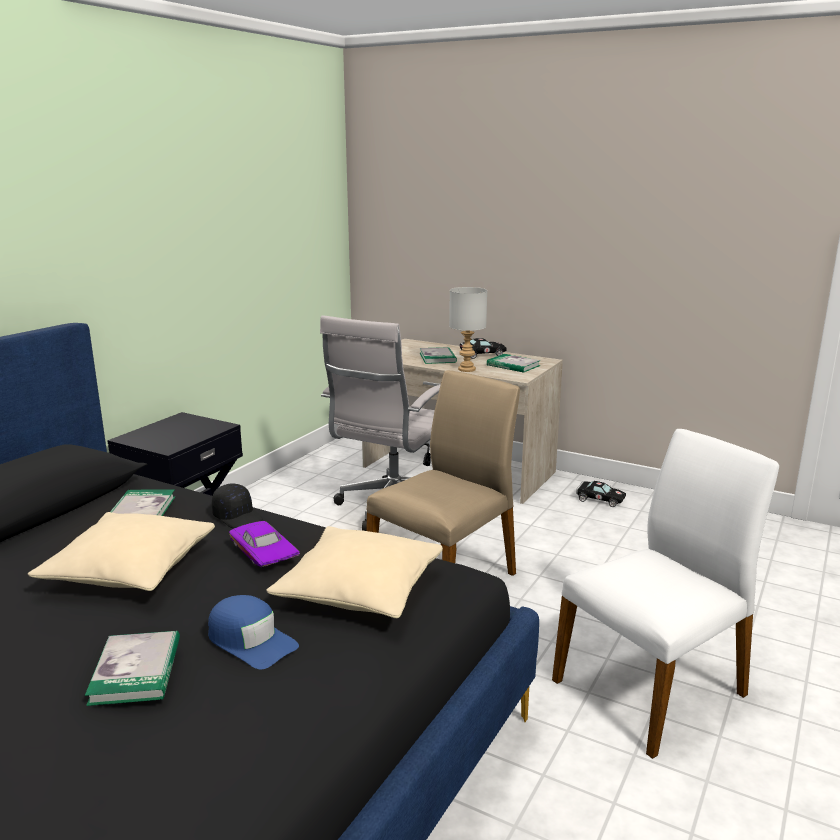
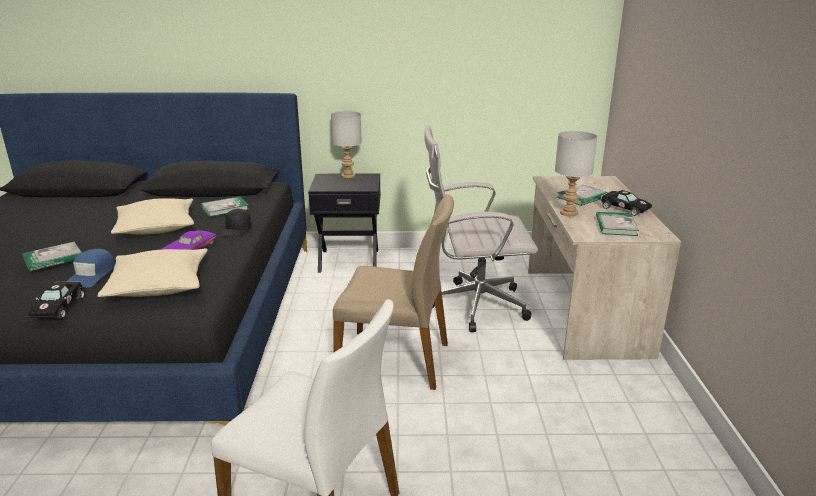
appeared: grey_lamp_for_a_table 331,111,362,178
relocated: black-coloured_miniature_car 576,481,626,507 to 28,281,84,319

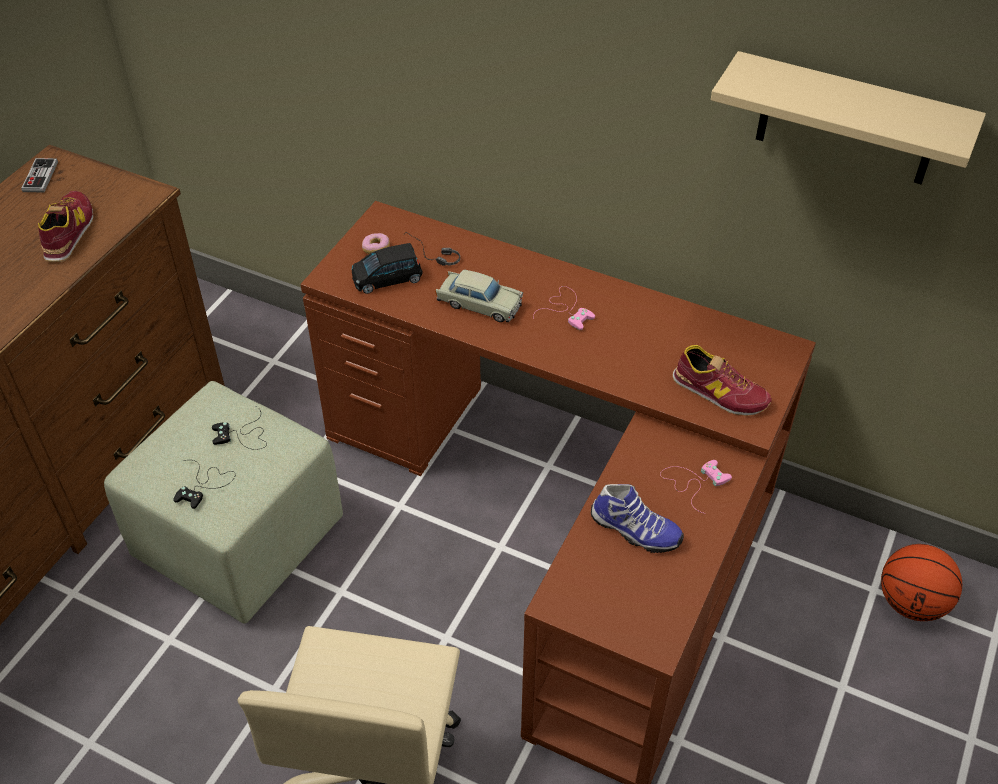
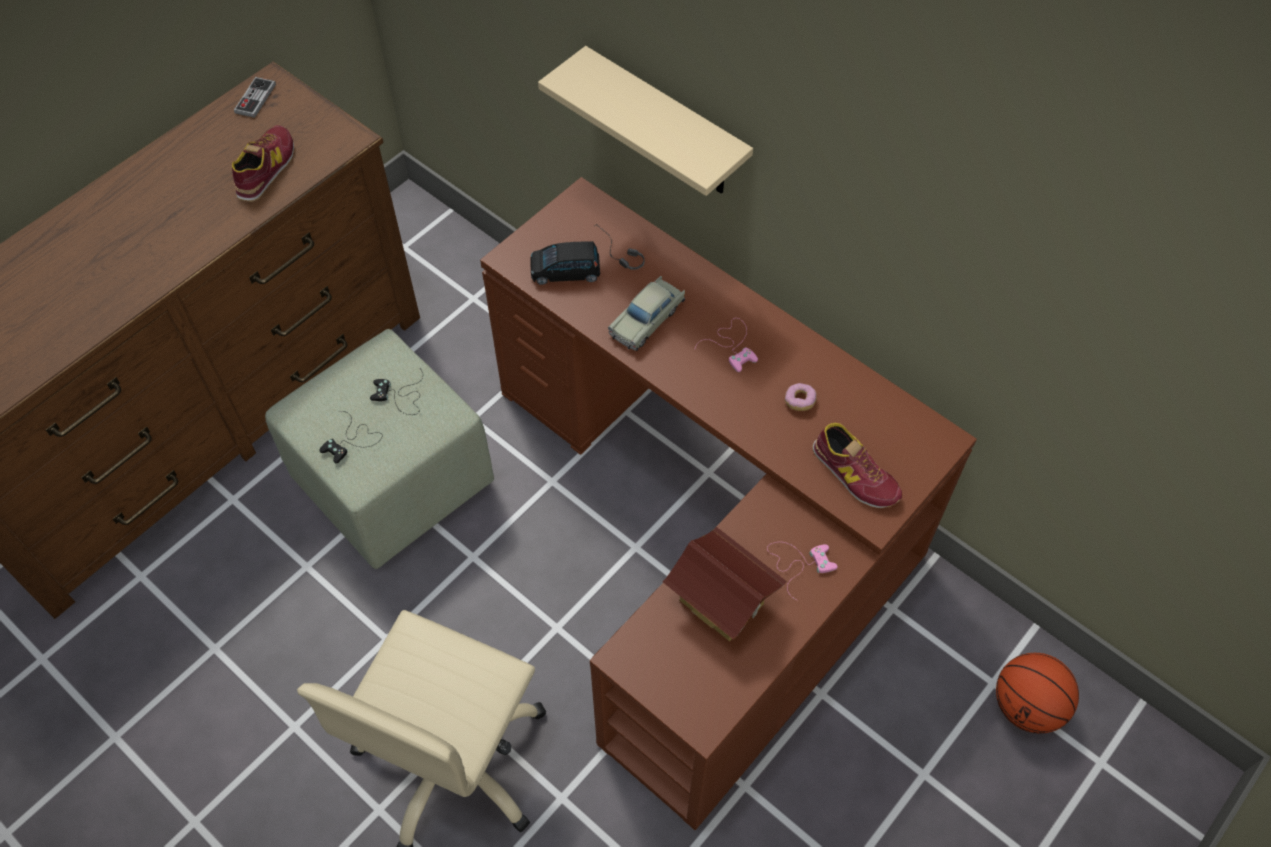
relocated: beige-coloured_bracket_shelf 711,51,986,184 to 538,46,753,196; doughnut 362,233,390,254 to 785,383,817,411
exchanged: low_shoe 591,484,684,553 to model_house 662,527,787,642
spun: beige-coloured_miniature_car 435,270,523,322 = 608,276,686,351 90 degrees clockwise

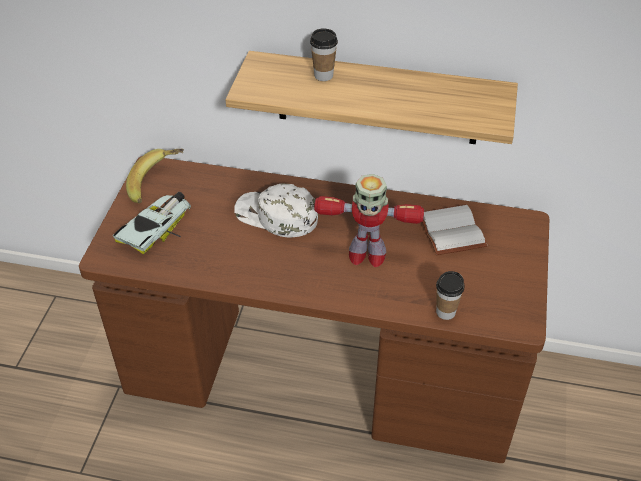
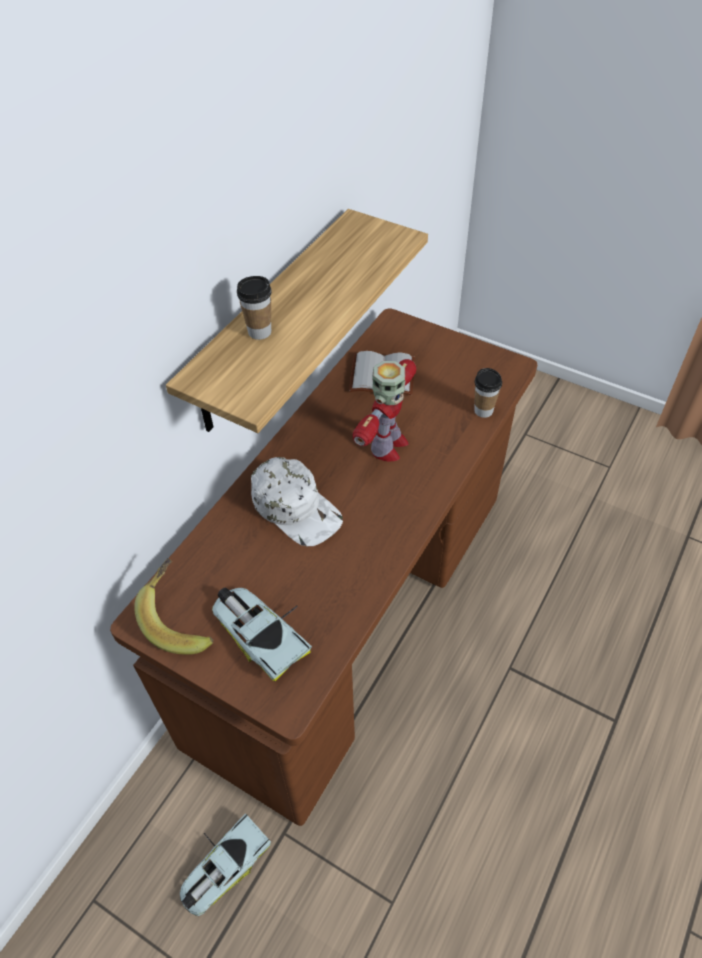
appeared: miniature_car 180,813,271,916
spun: white-coloured_cap 234,184,318,237 = 251,457,343,546 90 degrees counterclockwise

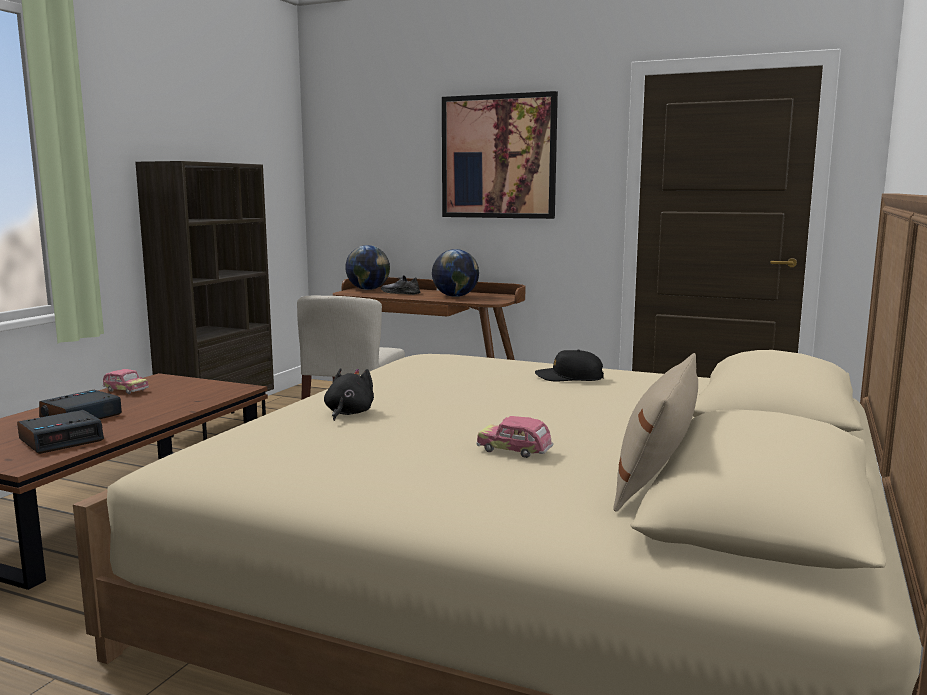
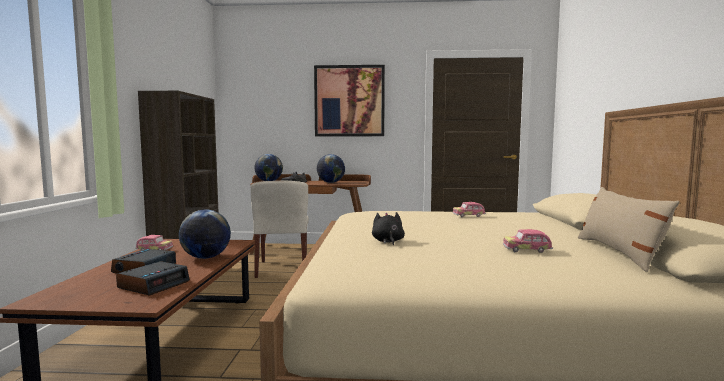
appeared: globe 179,209,231,259
exchanged: black-coloured_cap 535,350,604,382 to miniature_car 453,202,486,217

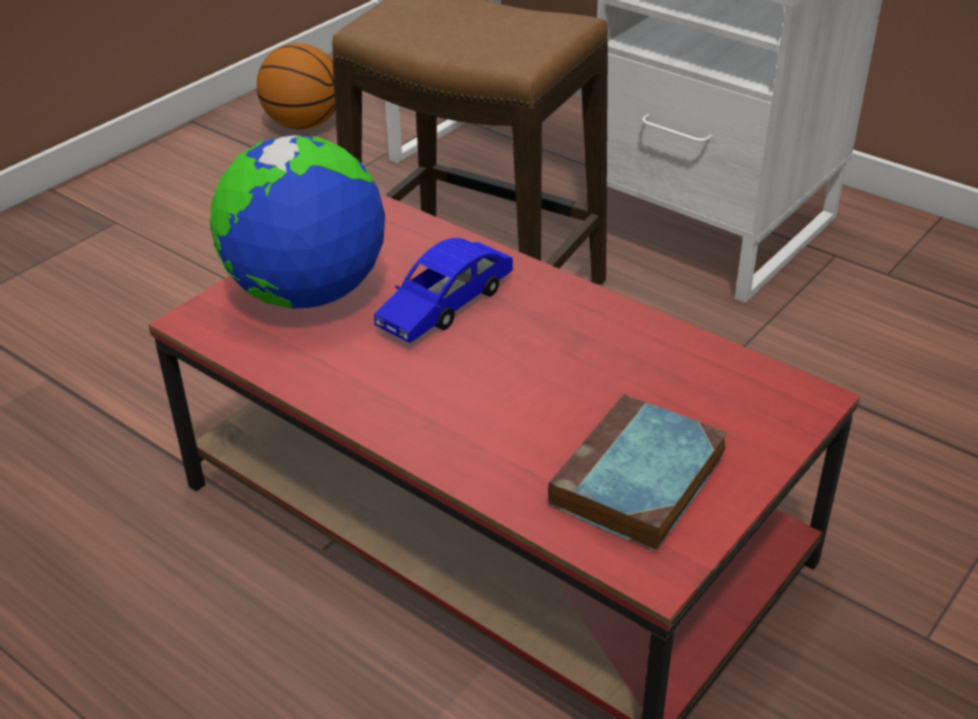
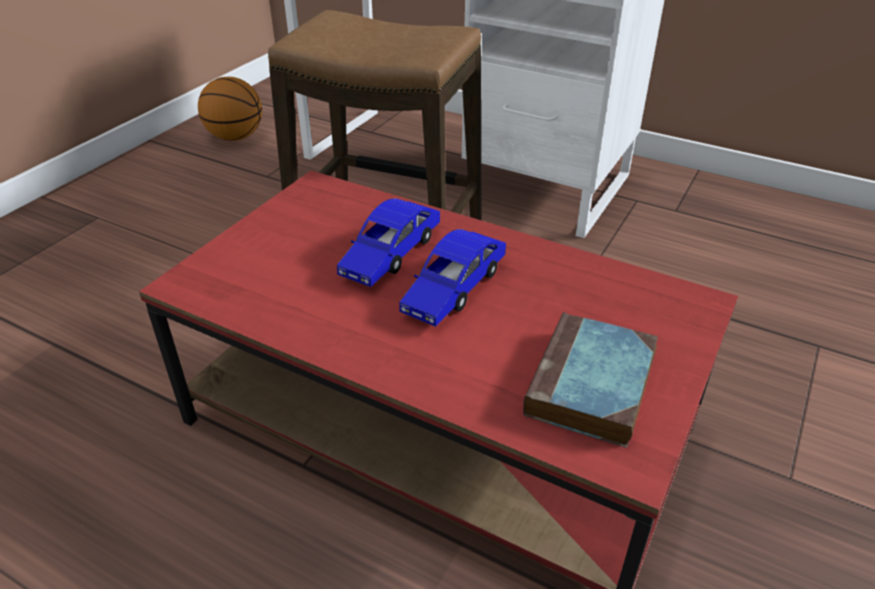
missing: globe 210,135,385,309
appeared: bluish_miniature_car 400,229,506,327

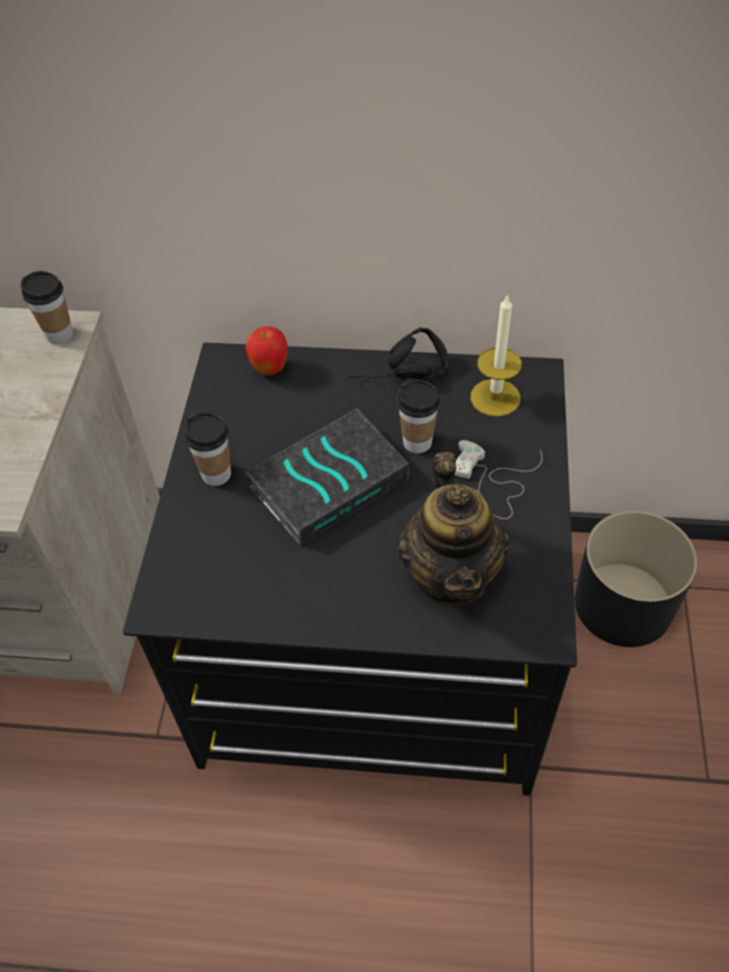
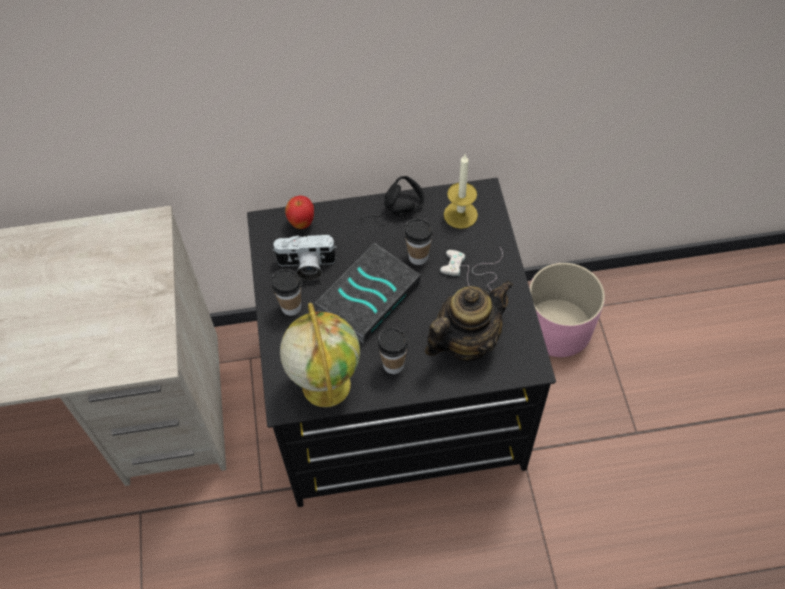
appeared: still_camera 272,234,337,280; globe 280,302,360,407
relocated: cup 21,271,73,344 to 377,328,408,374
colour: black-coloured_planter 575,511,697,647 to pink_planter 529,263,605,357
spun: pot_for_tea 397,452,510,605 = 425,280,513,361 105 degrees counterclockwise

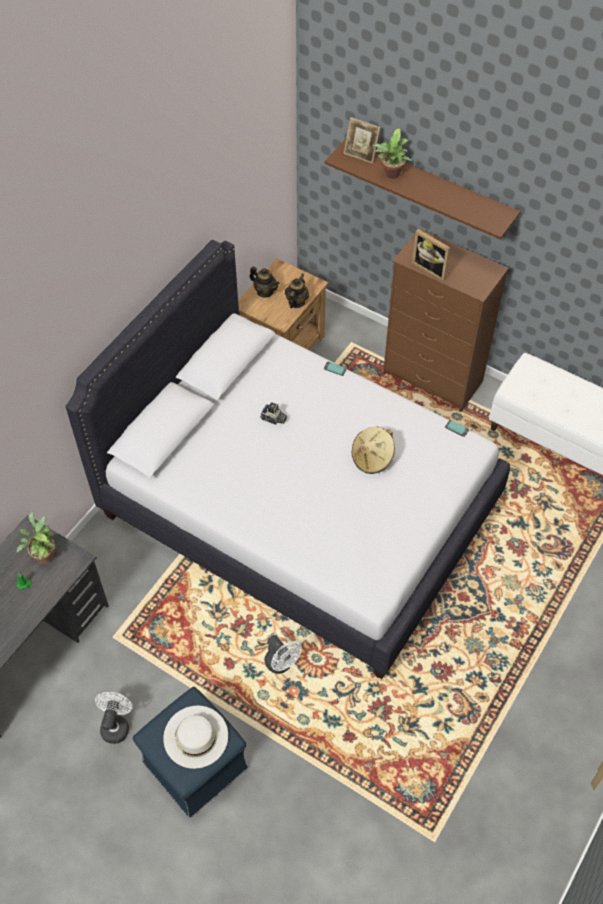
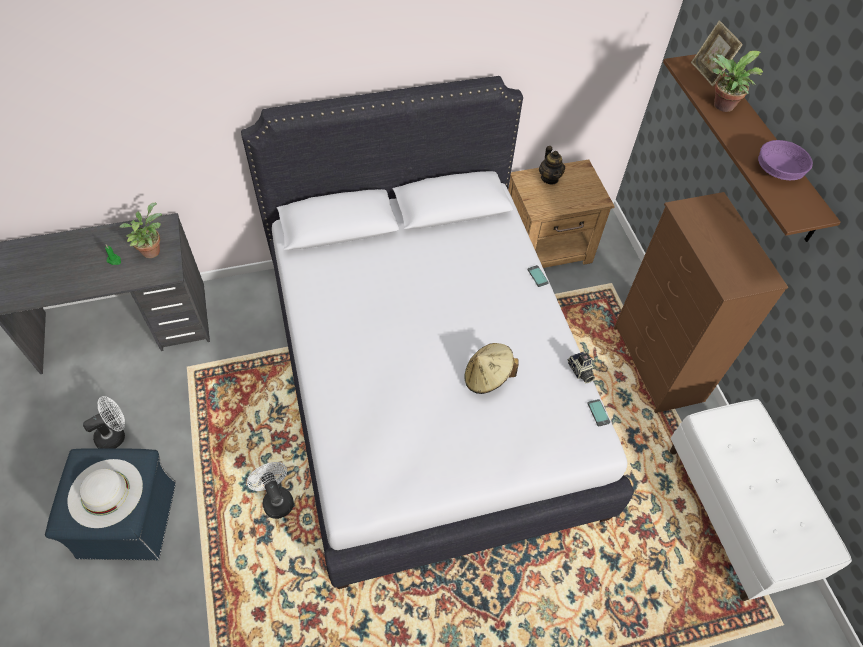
missing: photo_frame 412,229,451,282; pot_for_tea 285,274,309,308
appeared: purple-coloured_serving_bowl 758,140,813,180
relocated: still_camera 260,402,287,425 to 567,352,595,383
spun: white-coloured_electric_fan 265,635,302,674 = 247,462,294,519 150 degrees clockwise

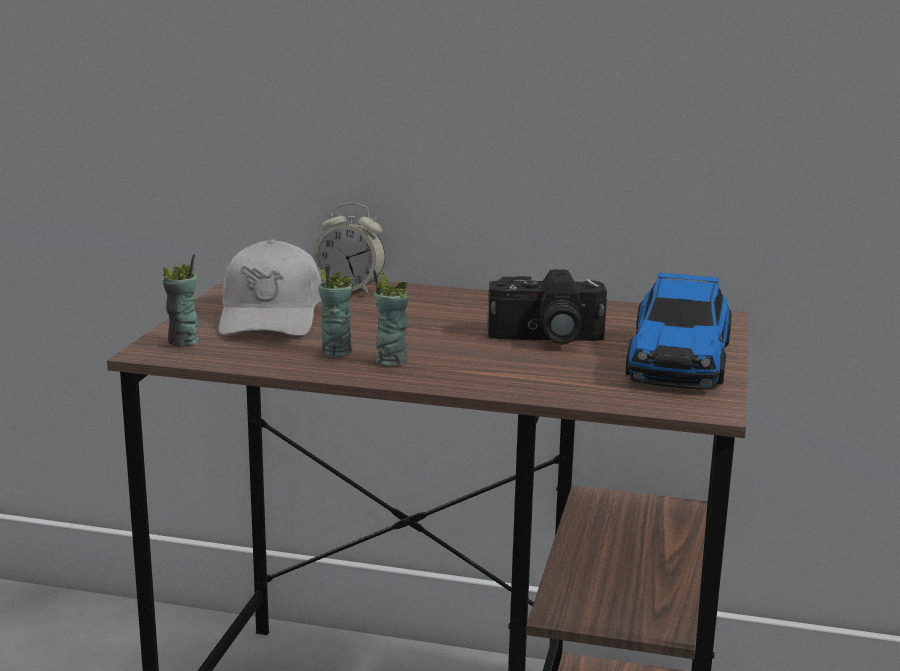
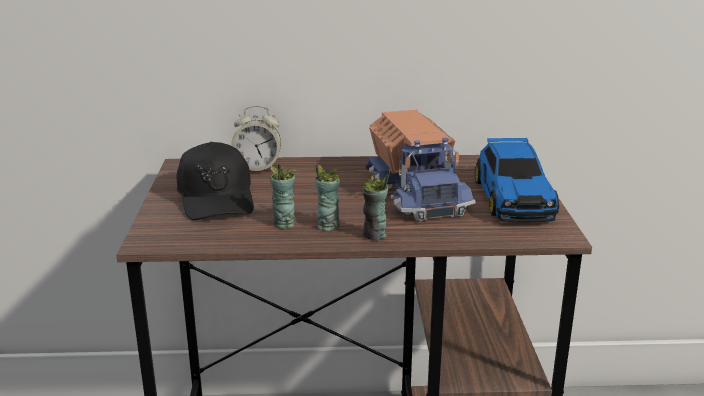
relocated: cup 163,254,200,347 to 362,170,390,241
exchanged: still_camera 487,269,607,344 to toy_truck 365,110,476,221
colour: white-coloured_cap 219,239,322,336 to black-coloured_cap 176,142,254,220

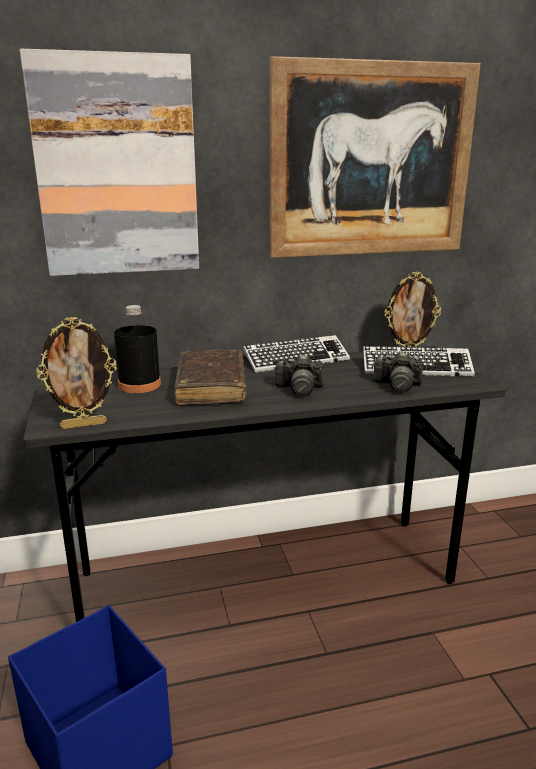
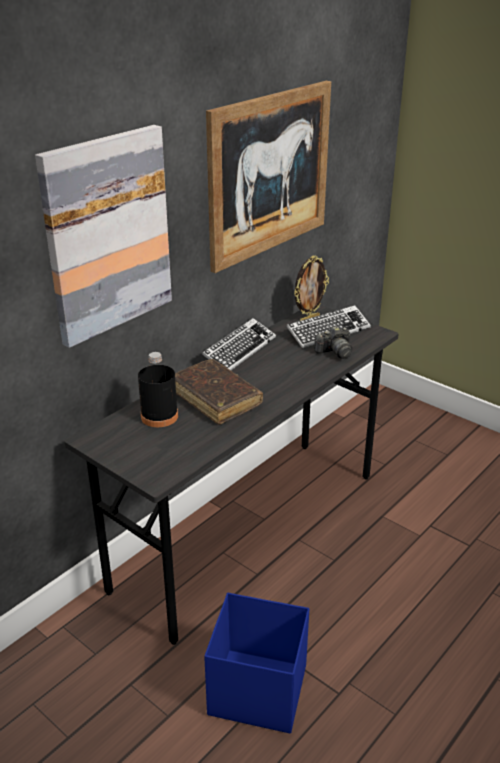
missing: photo_frame 36,317,117,429; still_camera 274,355,324,396

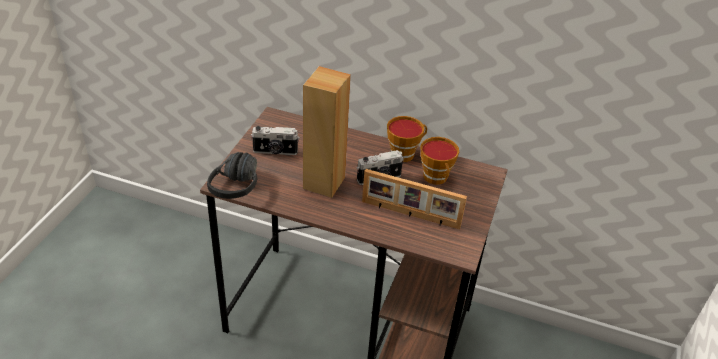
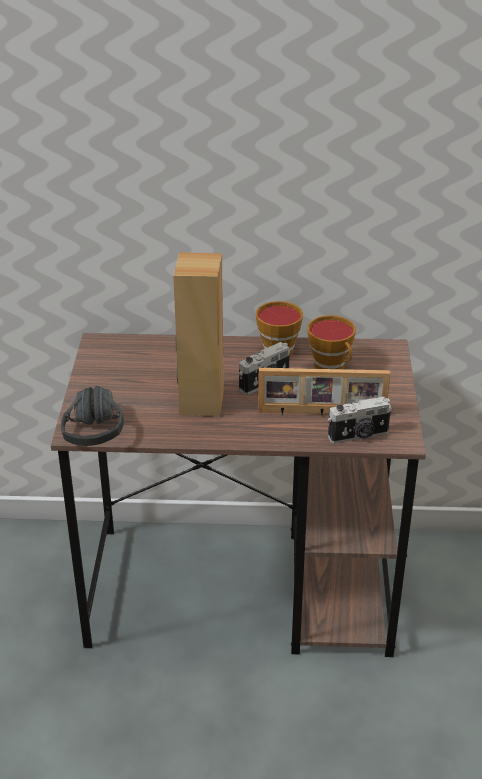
relocated: still_camera 251,126,300,155 to 328,397,392,443

